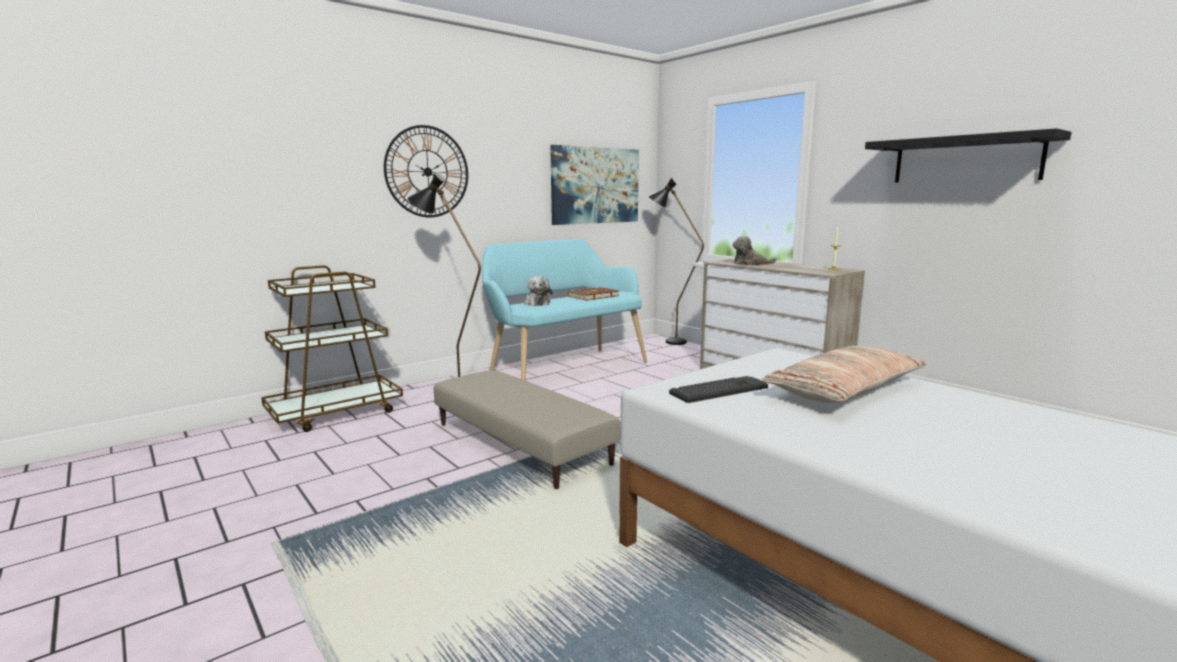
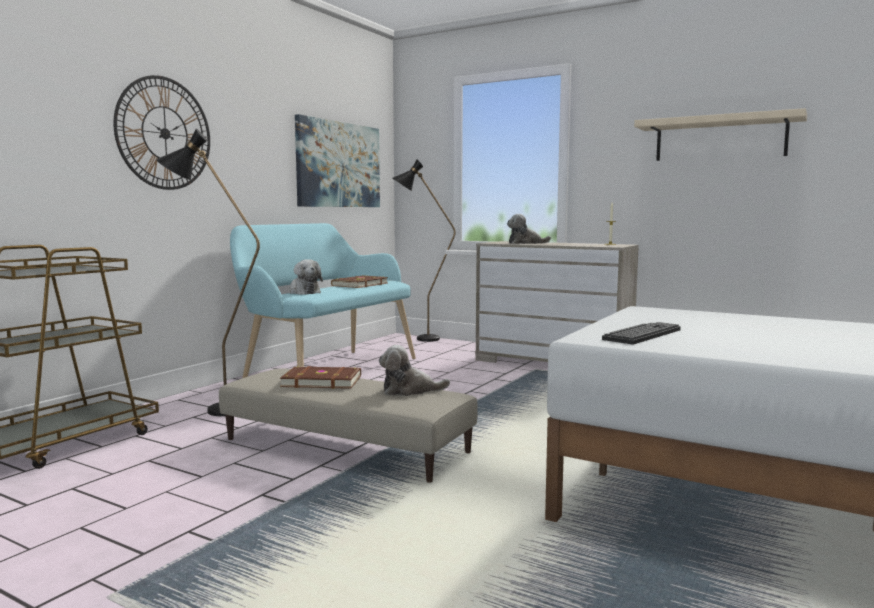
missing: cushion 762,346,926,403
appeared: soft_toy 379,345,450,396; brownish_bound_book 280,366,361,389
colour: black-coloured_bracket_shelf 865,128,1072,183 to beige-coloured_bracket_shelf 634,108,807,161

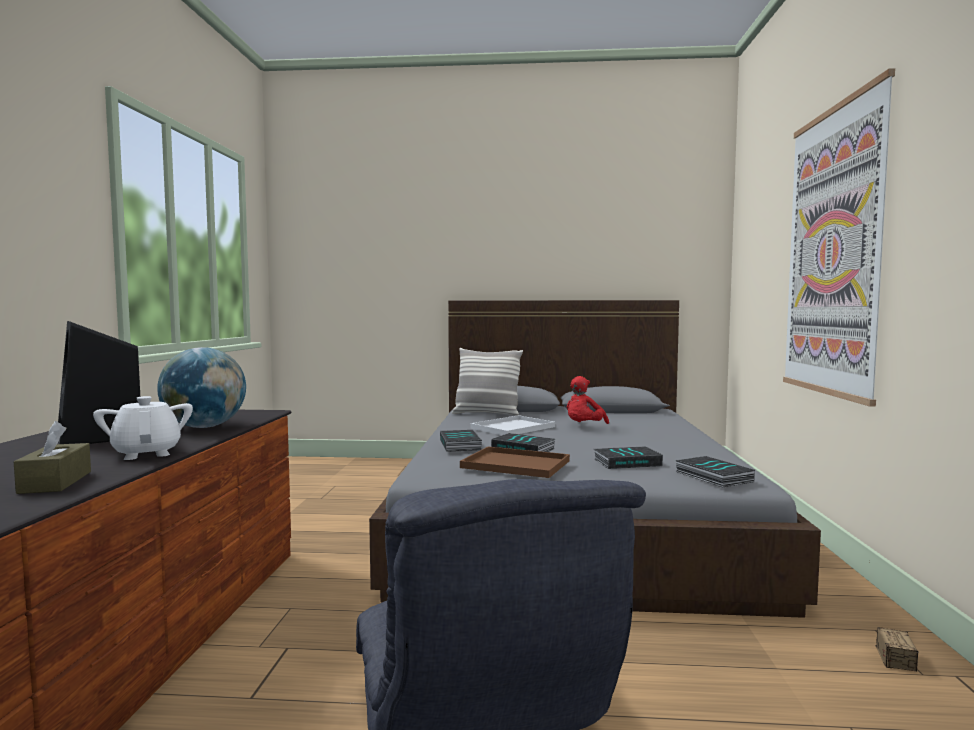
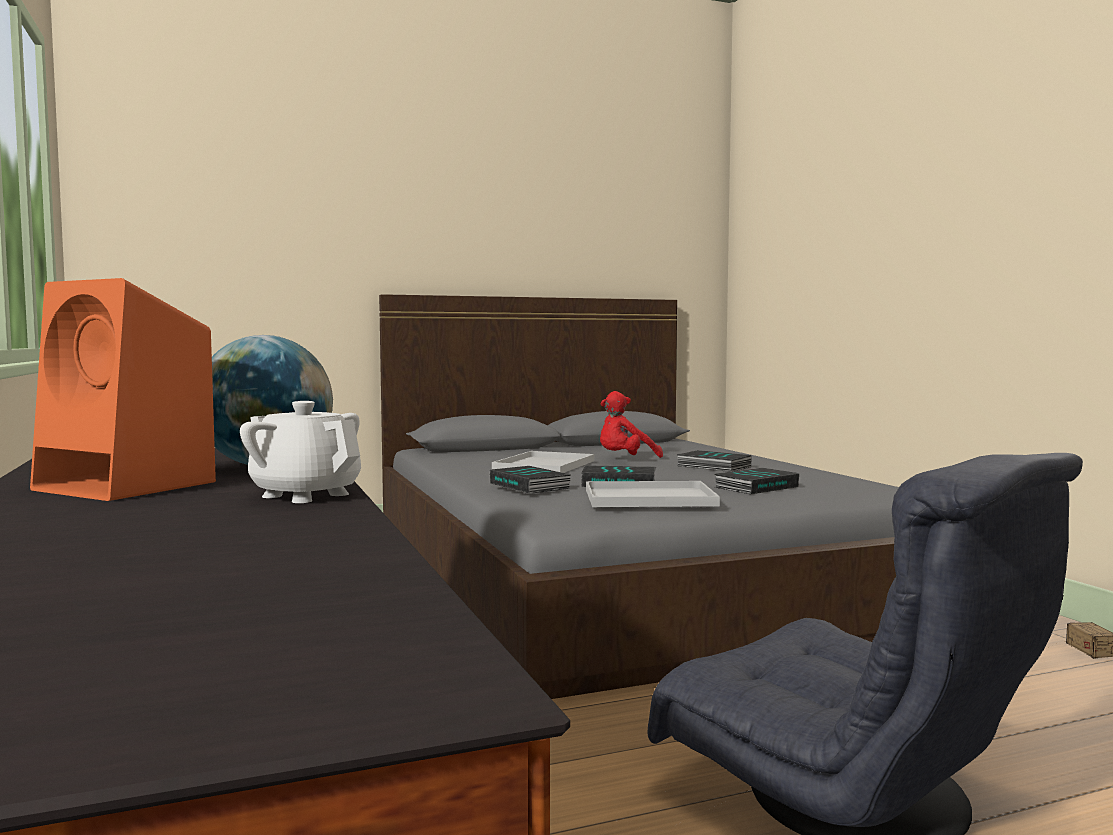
missing: wall_art 783,68,895,407; cushion 452,348,523,415; brownish_box_of_tissues 14,421,91,494
relocated: bound_book 675,456,755,488 to 676,450,752,472
colour: black-coloured_speaker 58,321,140,444 to orange_speaker 30,278,216,501; brownish_carrying_tray 460,447,570,478 to white-coloured_carrying_tray 586,481,720,507
spun: red-coloured_soft_toy 567,376,609,424 = 600,391,663,458 45 degrees clockwise

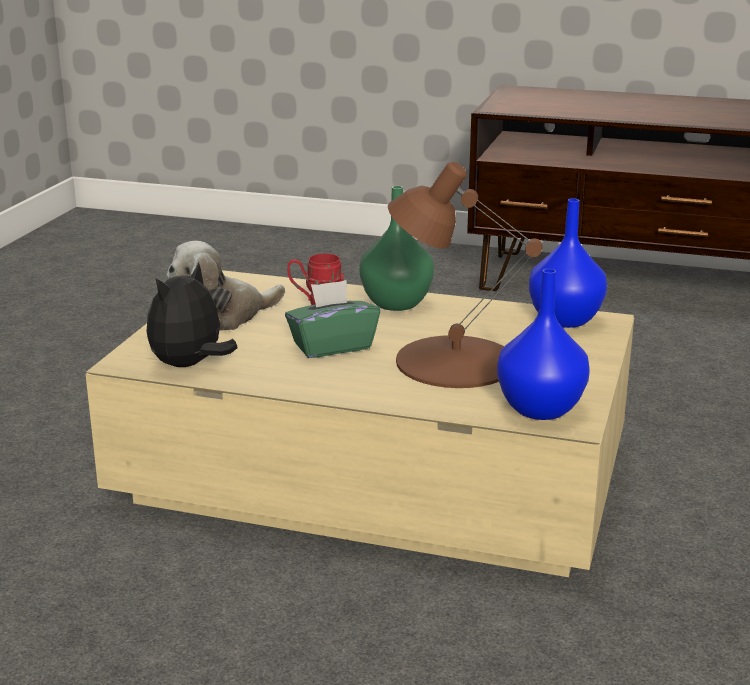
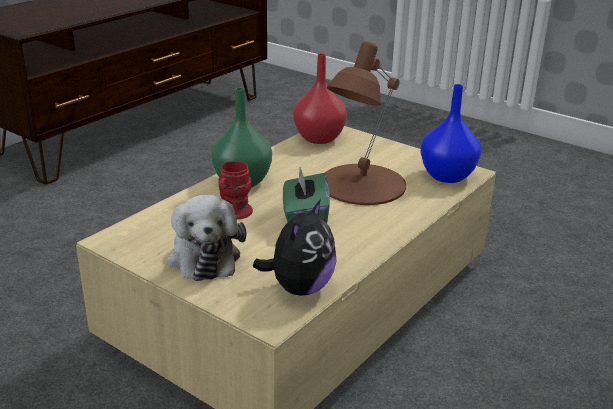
colour: bluish_decorative_vase 529,198,607,328 to red-coloured_decorative_vase 293,53,347,144
spun: soft_toy 146,262,238,367 = 253,199,337,296 120 degrees counterclockwise

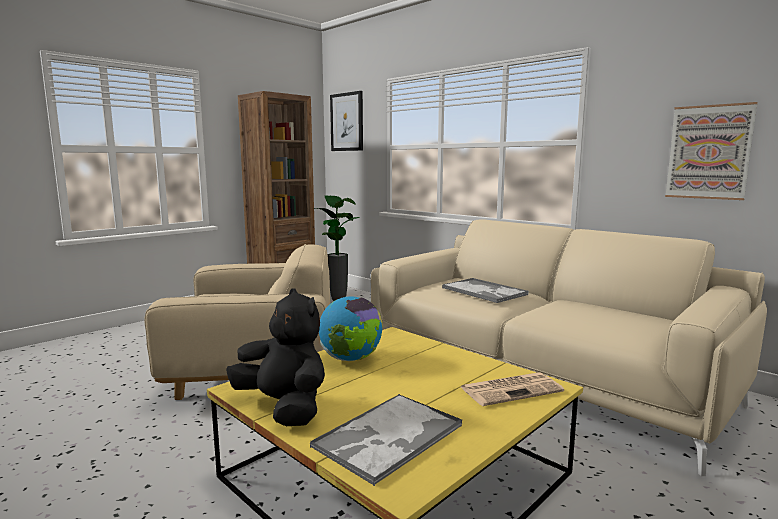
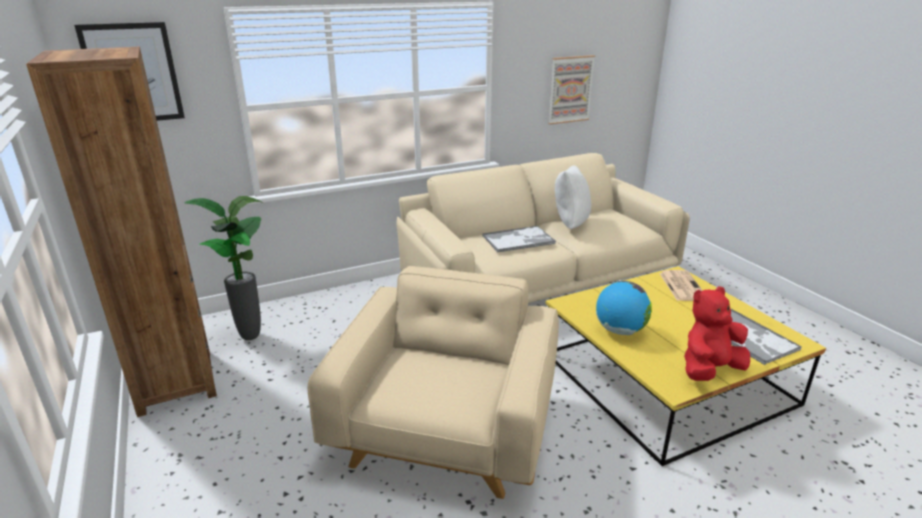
appeared: white-coloured_cushion 555,165,591,229
colour: black-coloured_soft_toy 226,288,325,426 to red-coloured_soft_toy 684,286,750,381

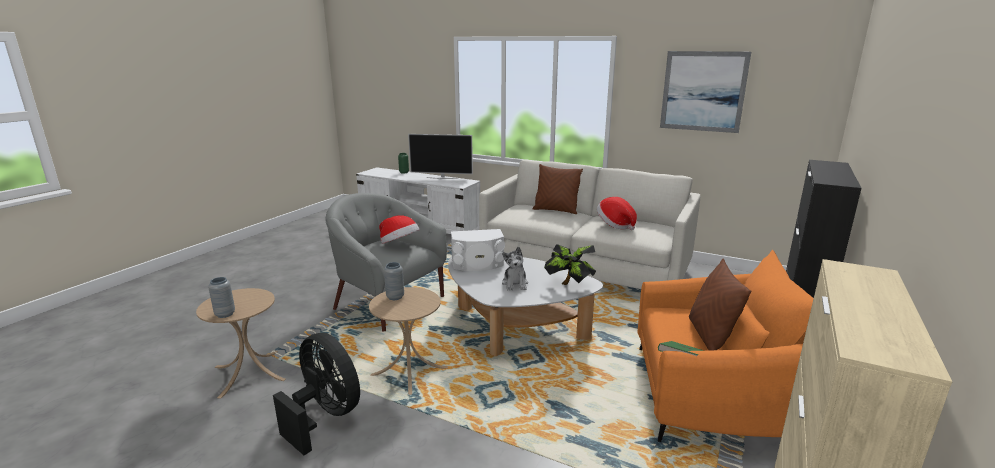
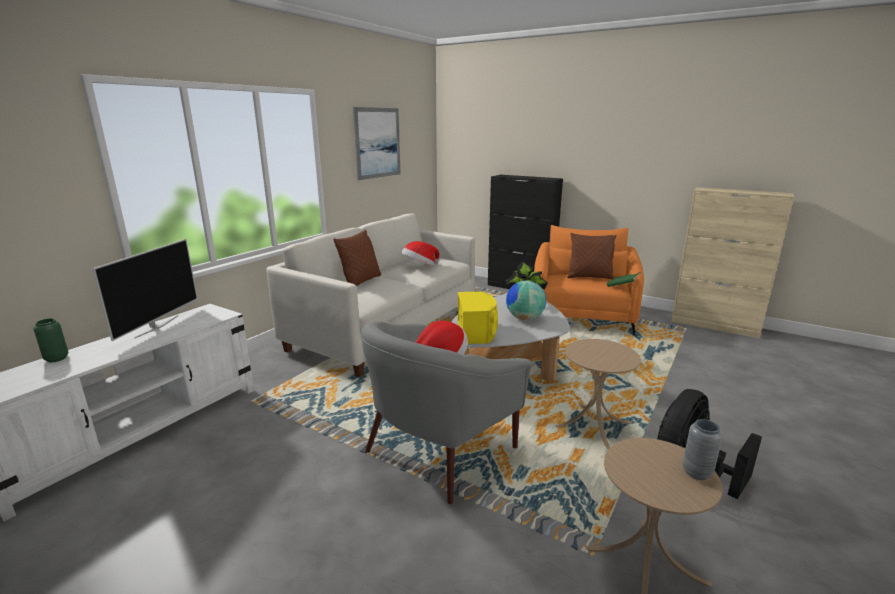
missing: grey_decorative_vase 384,262,404,300
exchanged: soft_toy 502,247,528,290 to globe 506,281,546,320
colour: white-coloured_speaker 451,229,505,271 to yellow_speaker 458,291,498,344

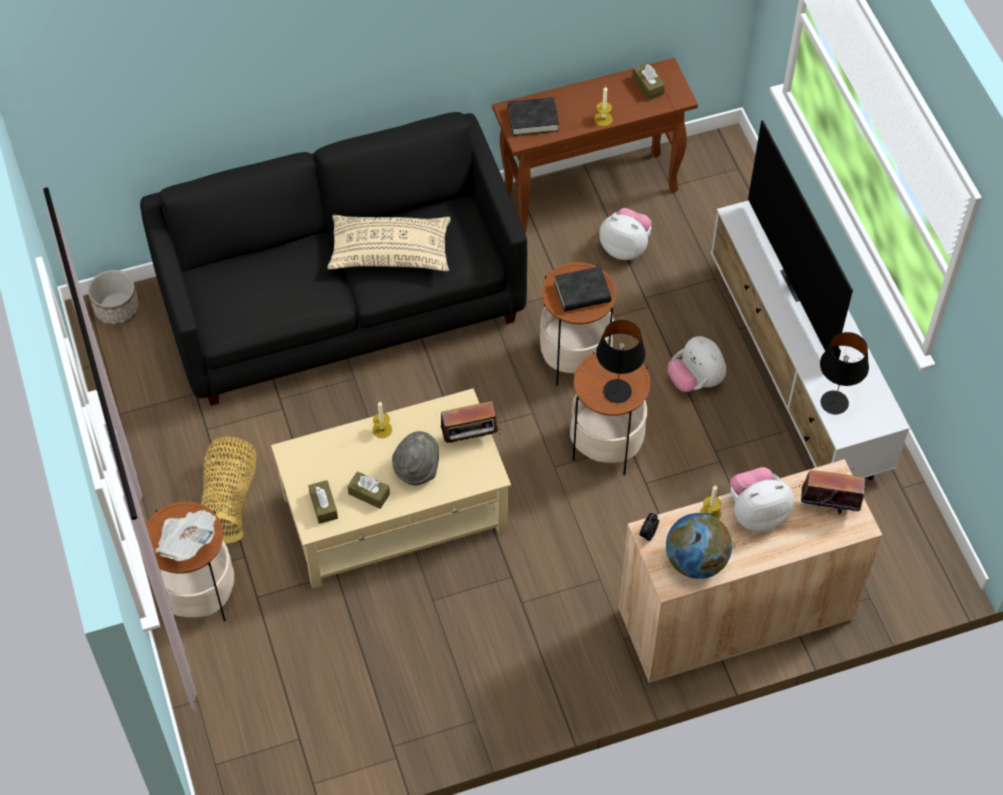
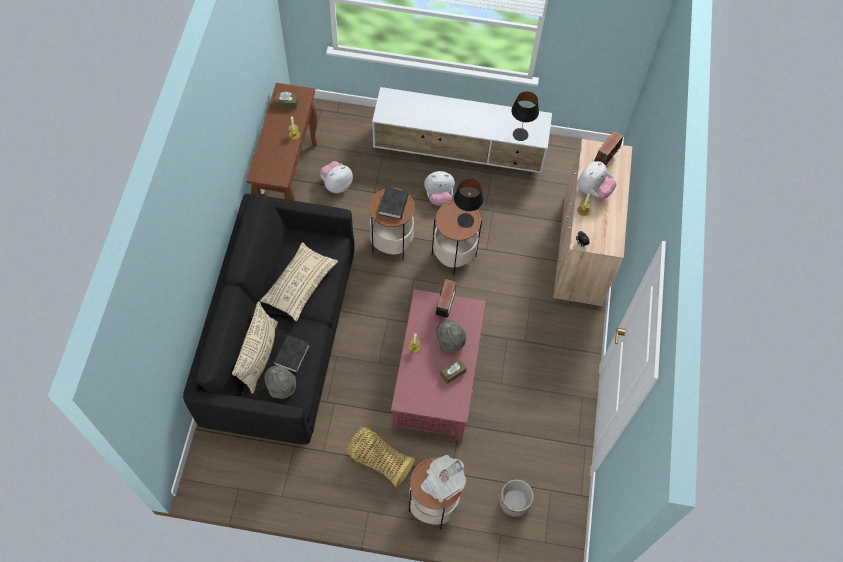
missing: TV 748,120,853,359; brownish_box_of_tissues 308,480,338,524; globe 666,513,732,579
appeared: beige-coloured_cushion 232,301,278,394; grey_clothing_hat 264,365,296,399
relocated: black-coloured_bound_book 508,97,559,136 to 273,335,309,373; planter 88,270,139,326 to 499,480,533,517
colour: beige-coloured_coffee_table 271,388,511,588 to red-coloured_coffee_table 391,289,486,441
spun: soft_toy 730,467,794,532 = 577,161,617,199 150 degrees counterclockwise

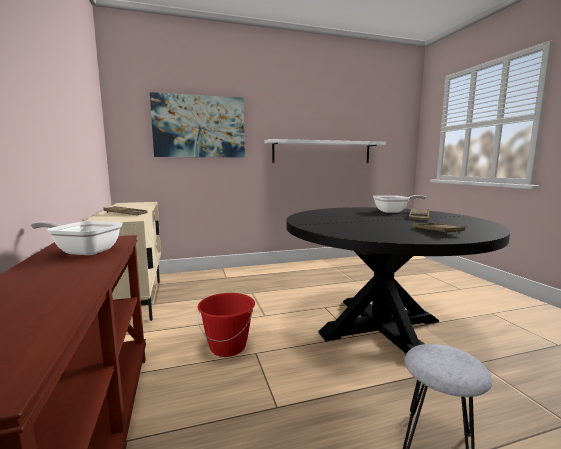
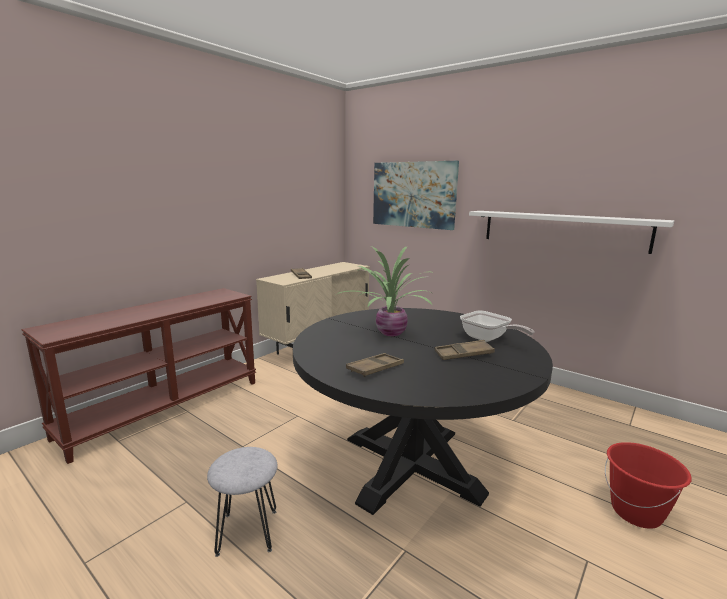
missing: skillet 31,221,123,255
appeared: potted_plant 334,246,434,336
relocated: red-coloured_bucket 197,293,255,357 to 605,442,692,529

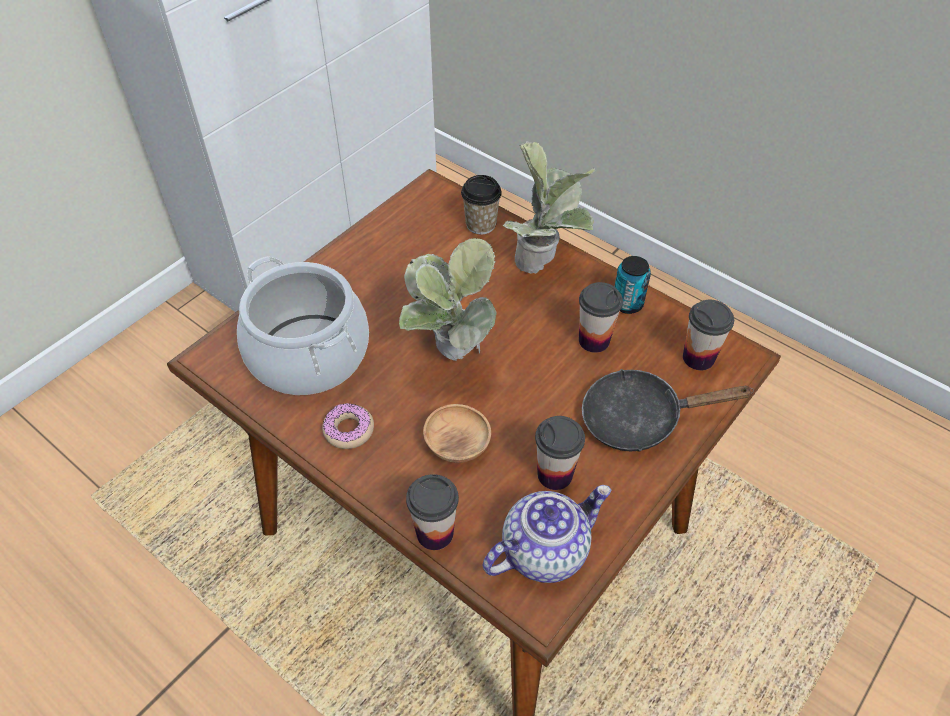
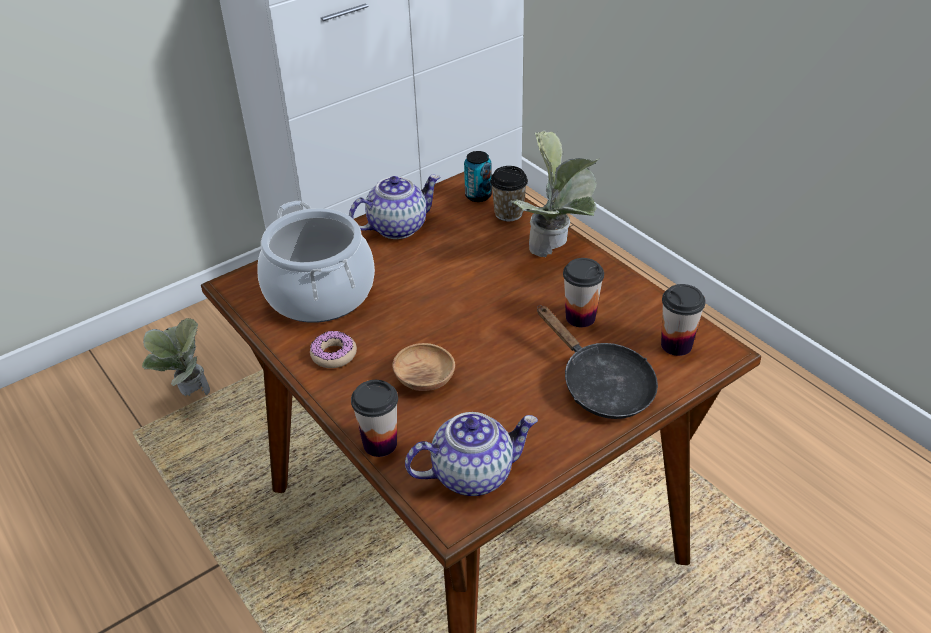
missing: cup 535,416,585,490
appeared: pot_for_tea 349,175,440,239
relocated: potted_plant 399,238,497,361 to 142,318,210,396; can 615,256,651,314 to 464,151,492,202
spun: black-coloured_skillet 582,369,754,452 = 537,305,658,419 135 degrees counterclockwise

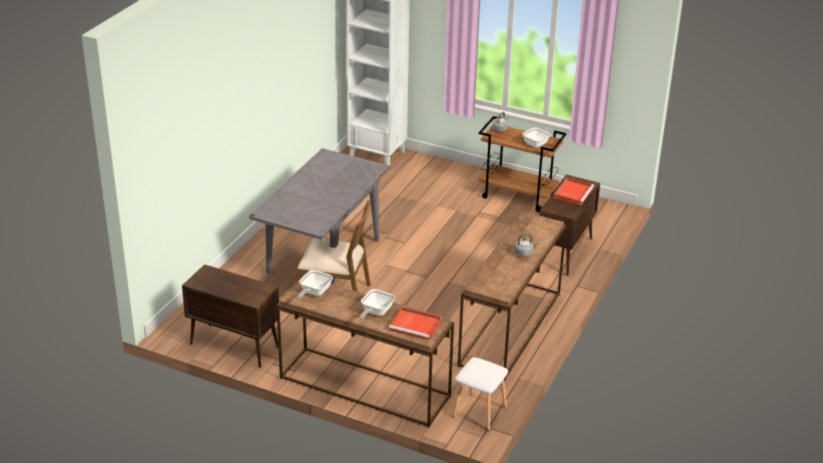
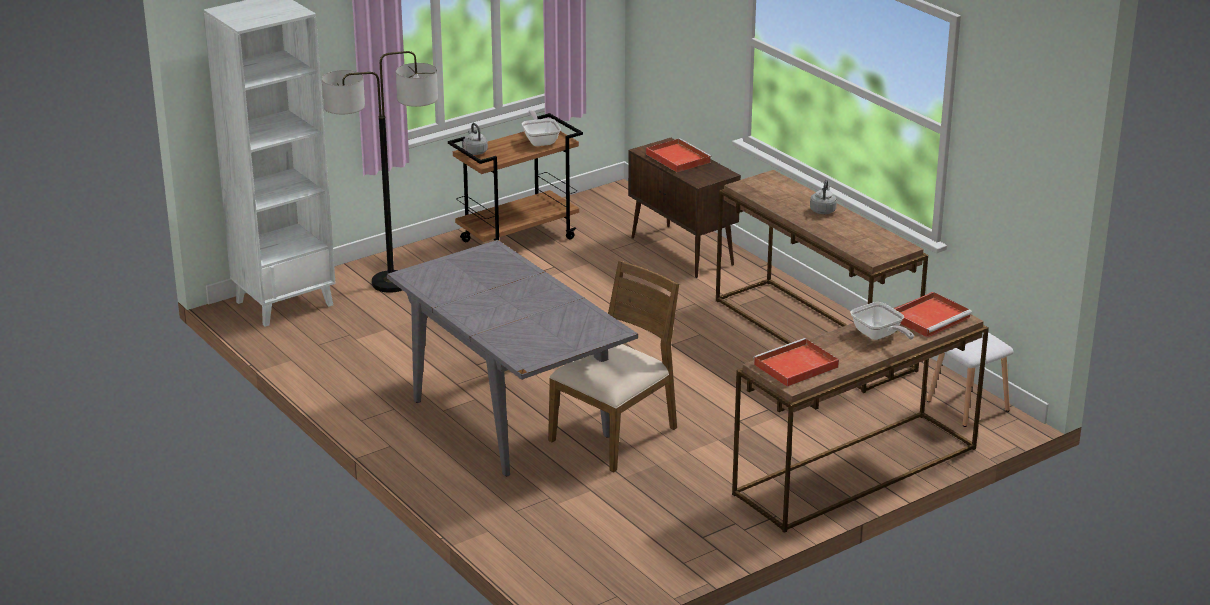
missing: brownish_cabinet 182,264,279,368
appeared: floor_lamp 322,51,438,293
exchanged: skillet 297,270,333,300 to red-coloured_carrying_tray 753,338,839,387

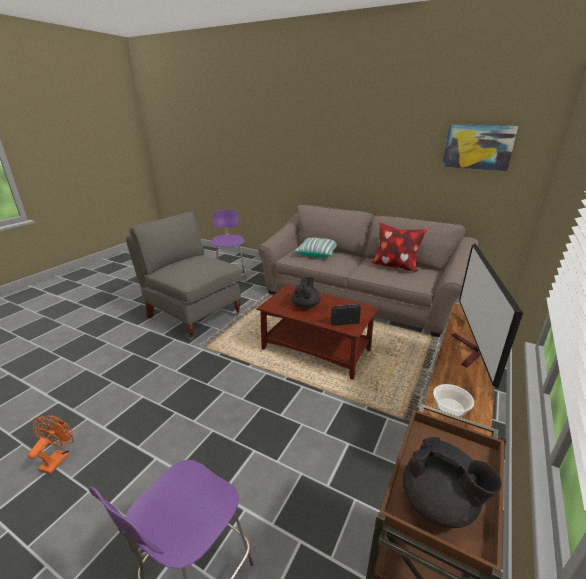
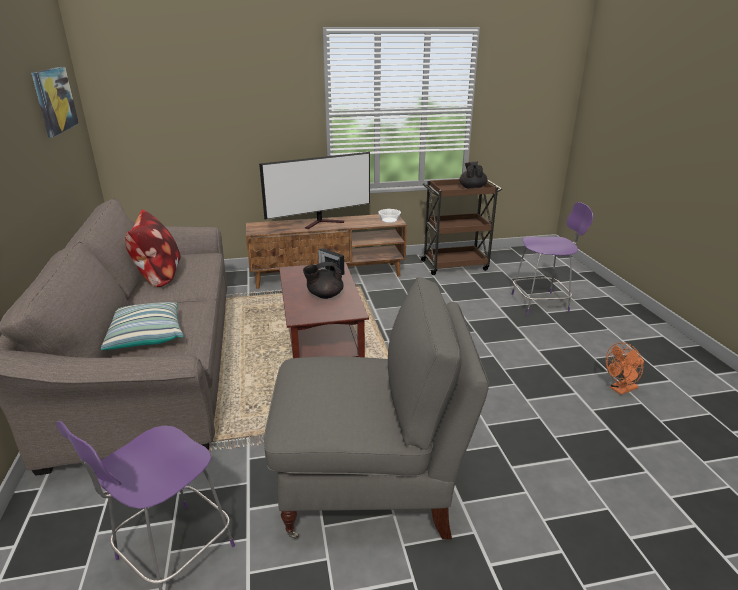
spun: grey_armchair 126,212,241,341 = 264,277,489,539 90 degrees counterclockwise

